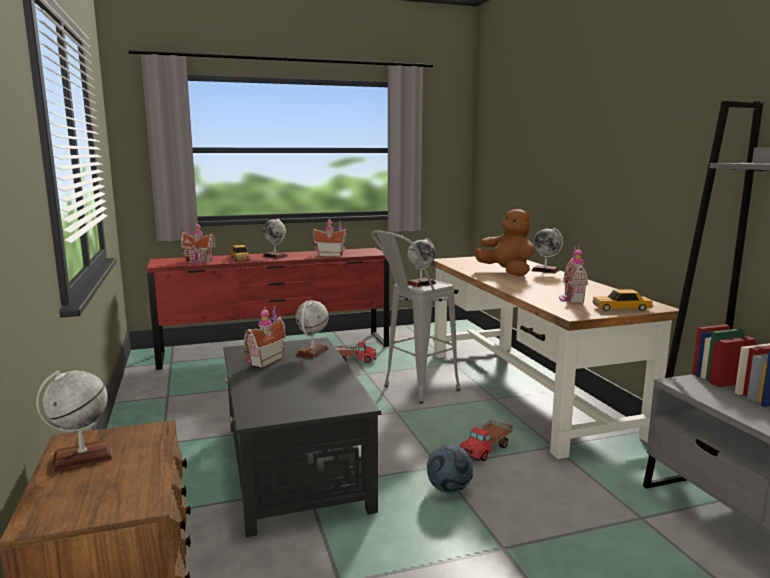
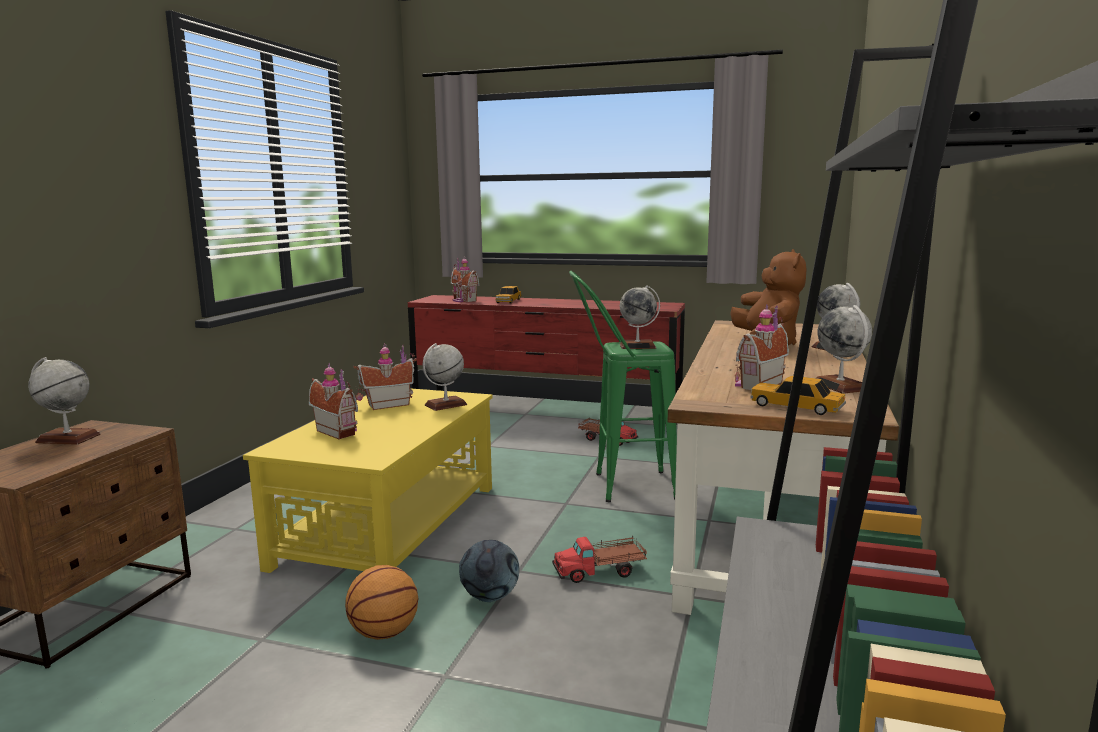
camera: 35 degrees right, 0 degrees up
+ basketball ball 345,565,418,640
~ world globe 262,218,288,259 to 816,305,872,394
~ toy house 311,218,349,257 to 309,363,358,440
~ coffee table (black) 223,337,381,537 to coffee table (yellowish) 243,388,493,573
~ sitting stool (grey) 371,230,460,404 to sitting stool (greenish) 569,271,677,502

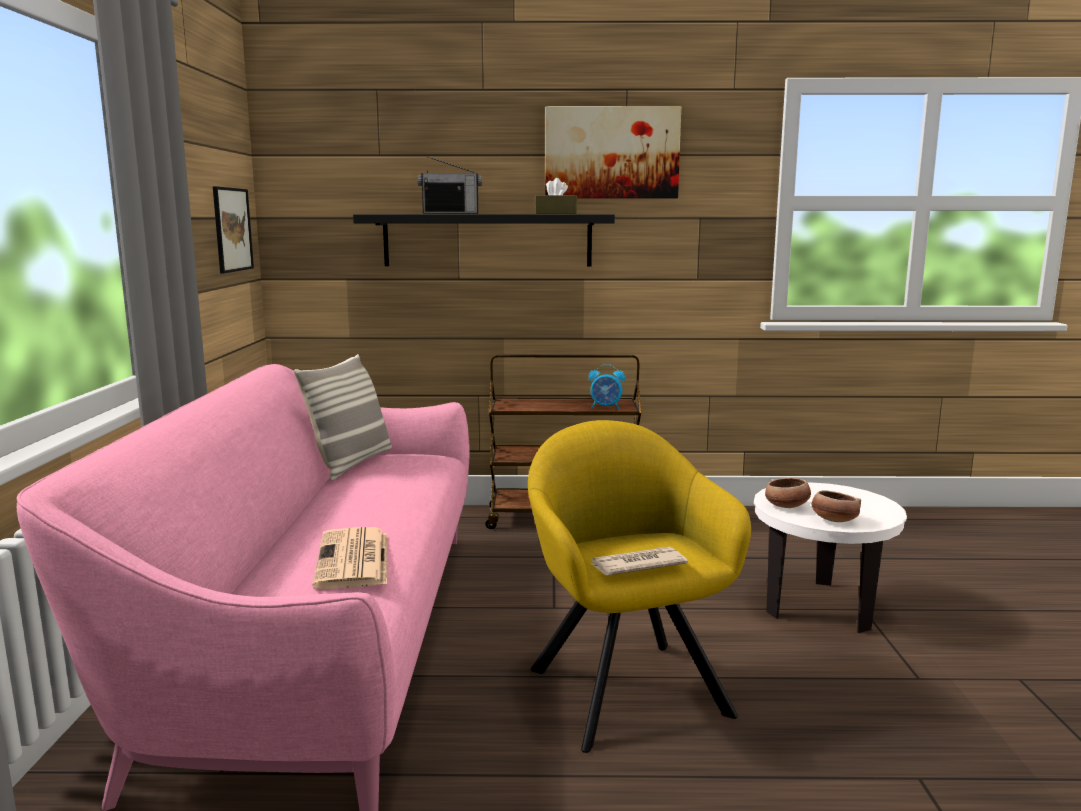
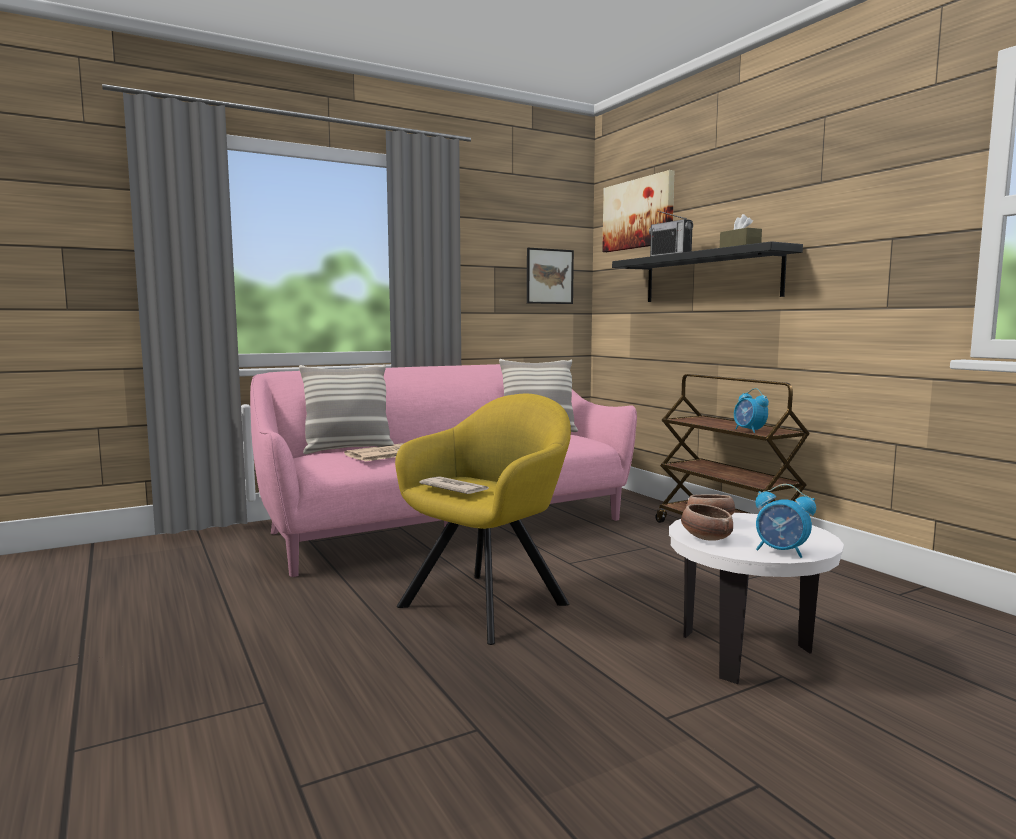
camera: 60 degrees right, 5 degrees down
+ pillow 299,365,394,454
+ alarm clock 755,484,816,558
~ picture 545,106,681,198 to 602,170,674,252

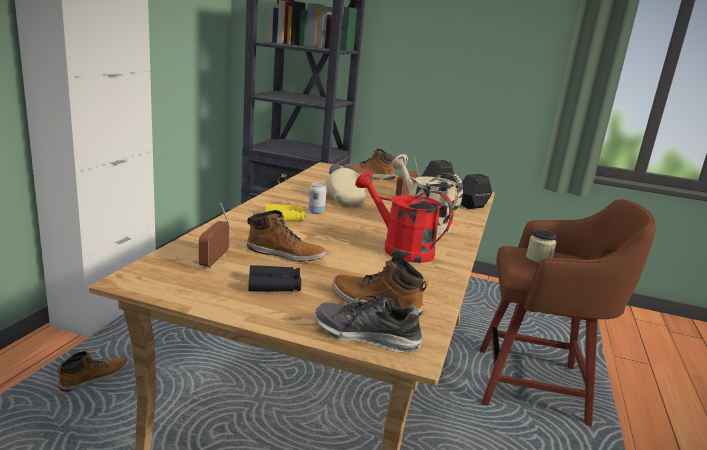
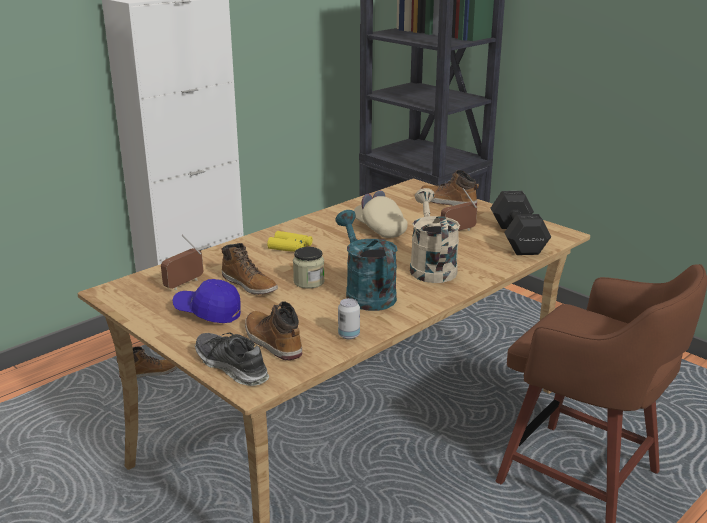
camera: 30 degrees right, 5 degrees up
~ sealed can 308,183,327,214 to 338,298,360,340
~ storage jar 526,230,557,263 to 293,247,325,289
~ field glasses (black) 249,265,301,292 to baseball cap (blue) 173,279,241,323
~ sprinkling can (red-coloured) 355,171,454,263 to sprinkling can (turquoise) 335,210,397,311
~ baseball cap (beige-coloured) 323,164,366,206 = 354,190,408,238 45 degrees counterclockwise

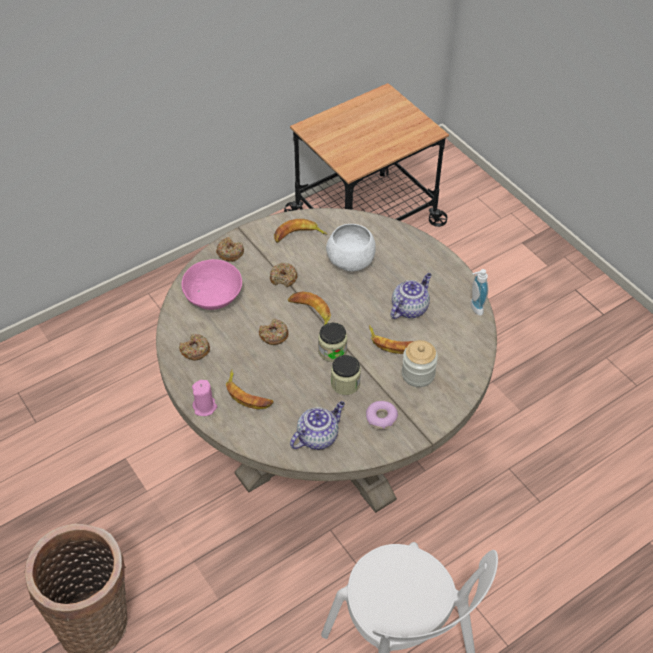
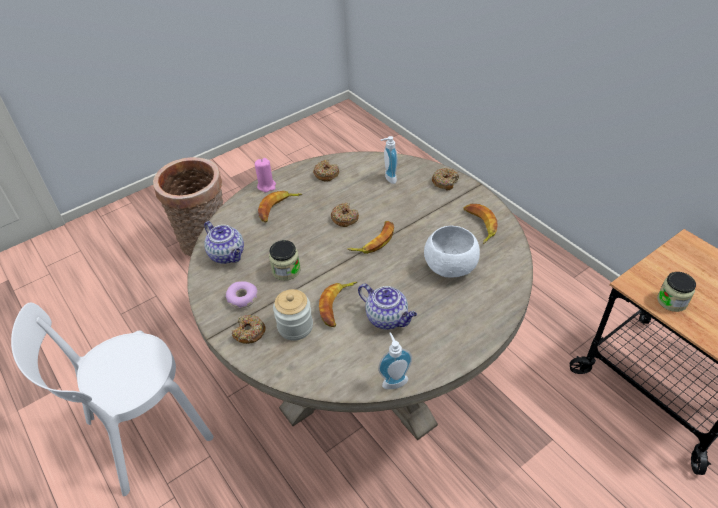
camera: 90 degrees right, 5 degrees down
~ ring doughnut 270,263,297,287 to 232,315,266,344
~ storage jar 318,323,347,362 to 657,272,696,312
~ deep dish (pink-coloured) 182,259,242,310 to soap bottle 381,136,398,184

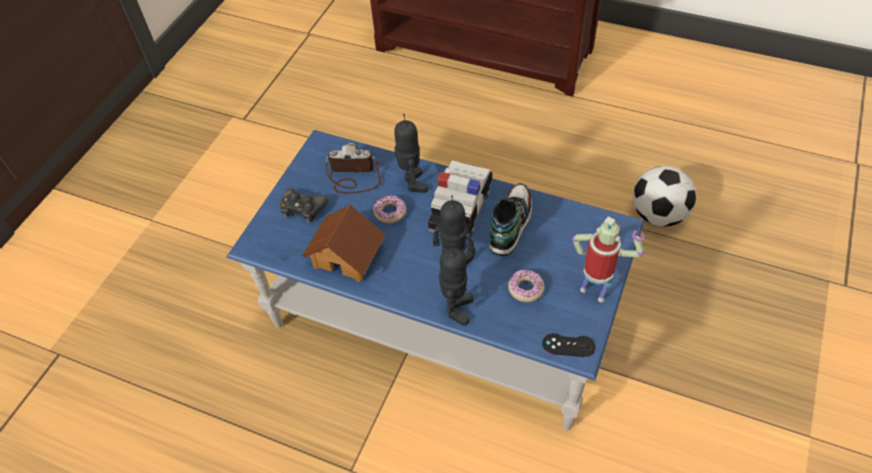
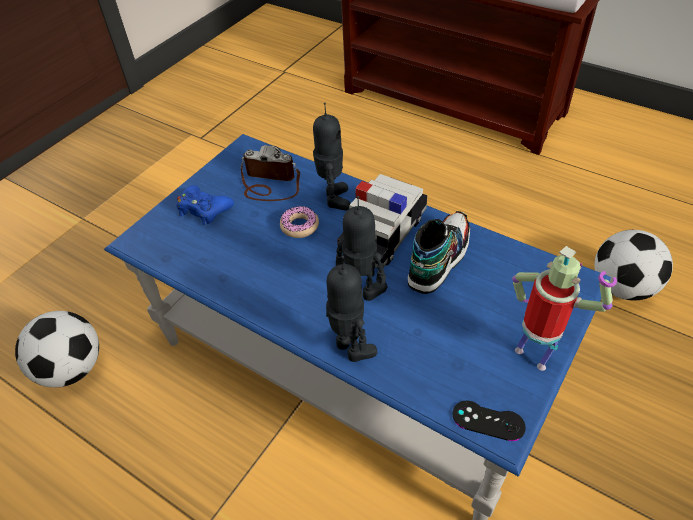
camera: 10 degrees right, 5 degrees down
- toy house 302,204,385,282
- ring doughnut 508,269,544,302
+ ball for football 15,311,99,388
~ game controller (black) 280,188,329,223 to game controller (blue) 176,185,234,225
~ toy robot 439,244,474,326 = 326,256,377,362 60 degrees counterclockwise

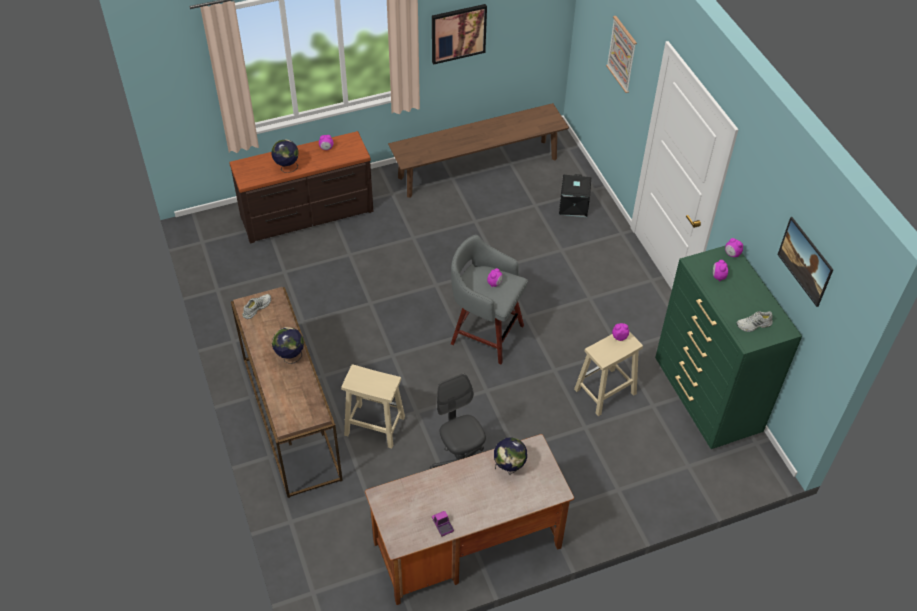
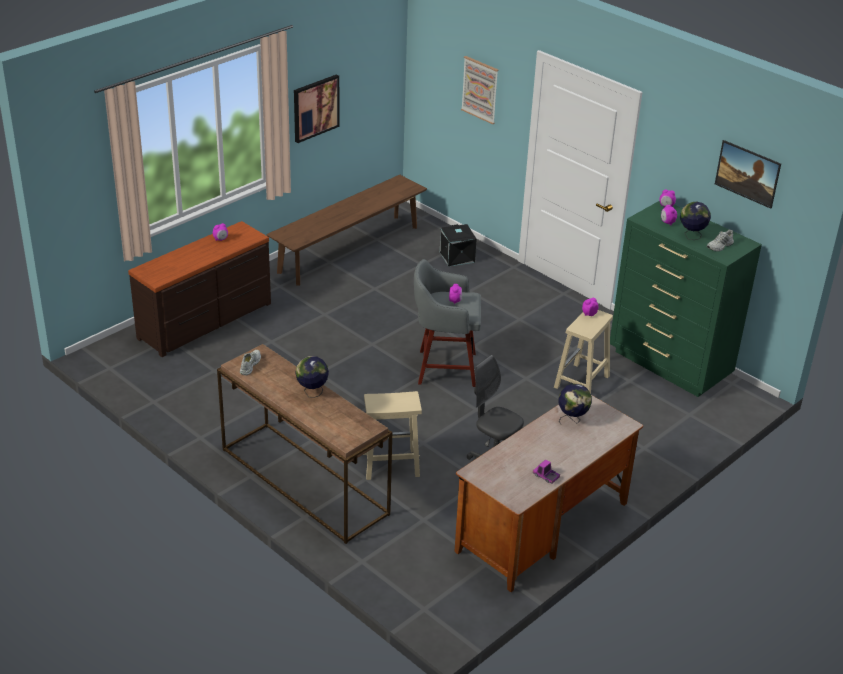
camera: 25 degrees left, 15 degrees down
~ world globe 271,139,299,173 to 680,202,711,240

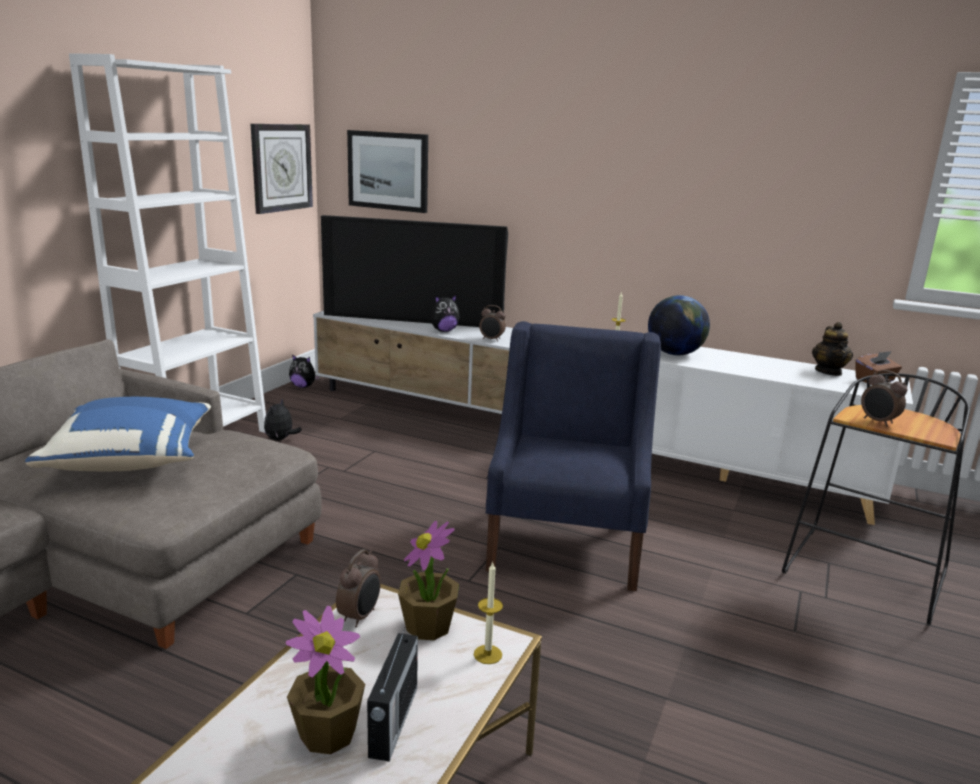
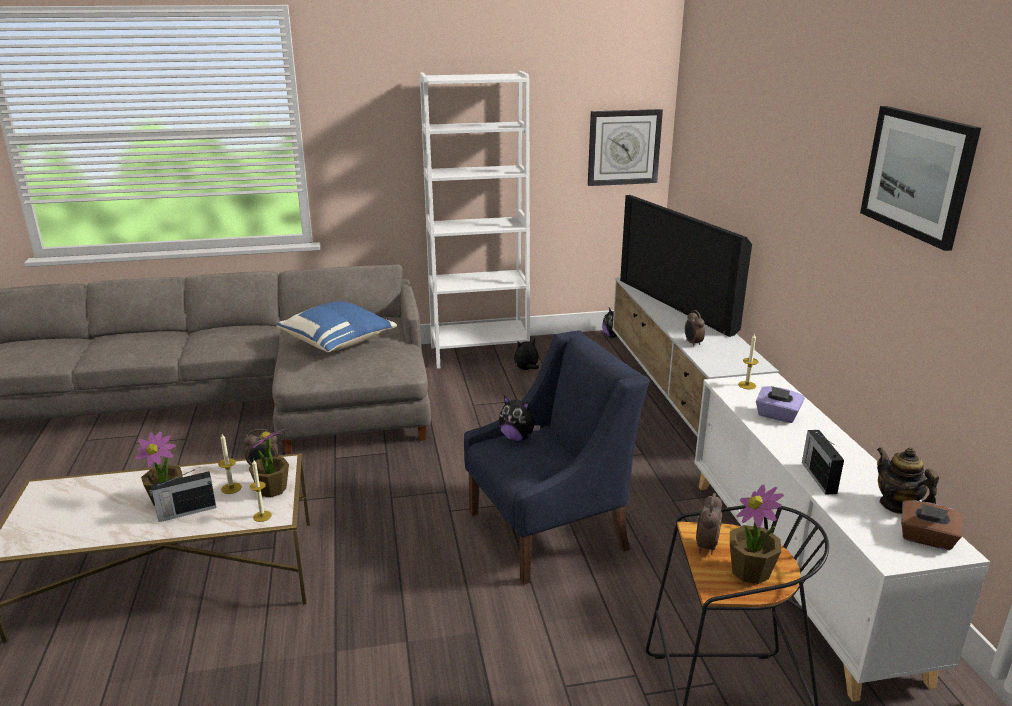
camera: 55 degrees right, 5 degrees up
+ wax candle 218,434,242,494
+ houseplant 730,485,784,584
+ radio set 802,430,844,495
~ picture 347,130,428,213 to 860,106,981,251
~ cuddly toy 431,295,460,332 to 499,395,541,441
~ world globe 648,295,710,355 to box of tissues (purplish) 756,386,805,423
~ tea pot 812,322,853,376 = 877,447,939,514 90 degrees clockwise

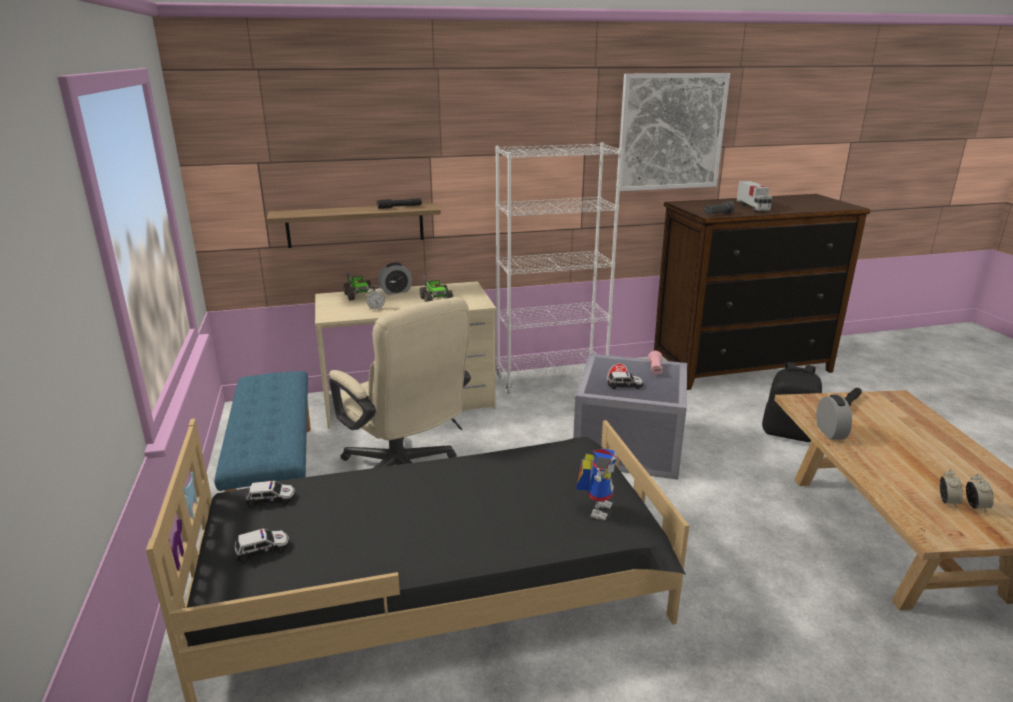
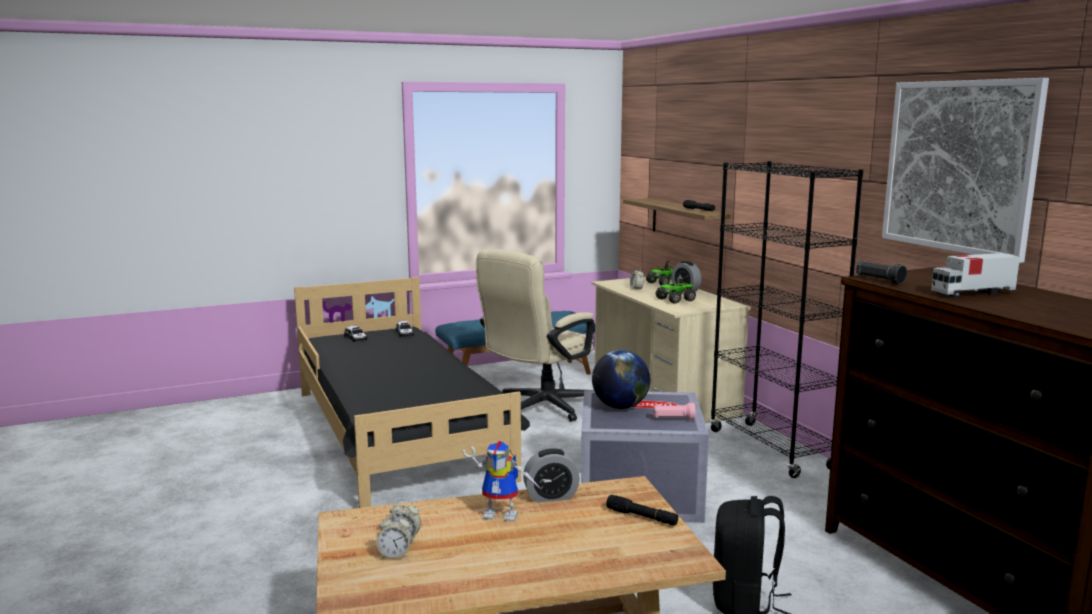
camera: 80 degrees right, 10 degrees down
~ toy robot 576,448,617,520 to 463,441,542,522
~ miniature car 608,371,643,389 to world globe 592,350,650,409
~ bookcase (white) 495,143,623,394 to bookcase (black) 710,161,863,478

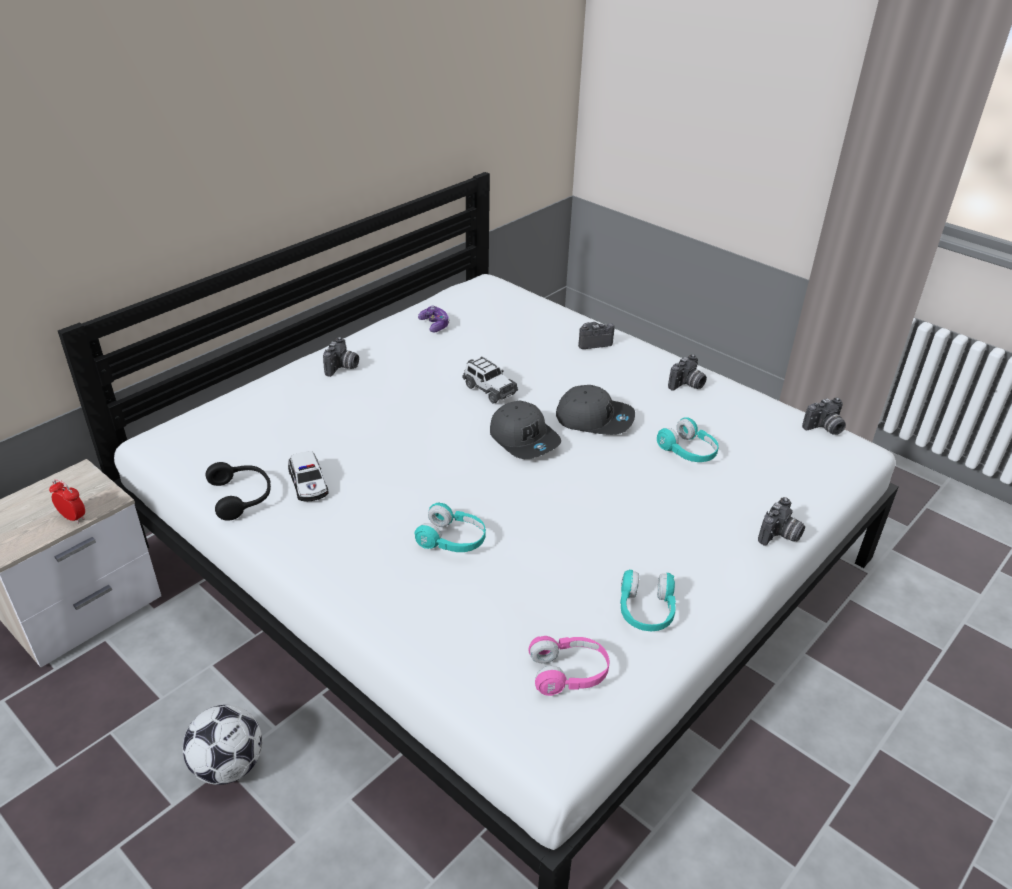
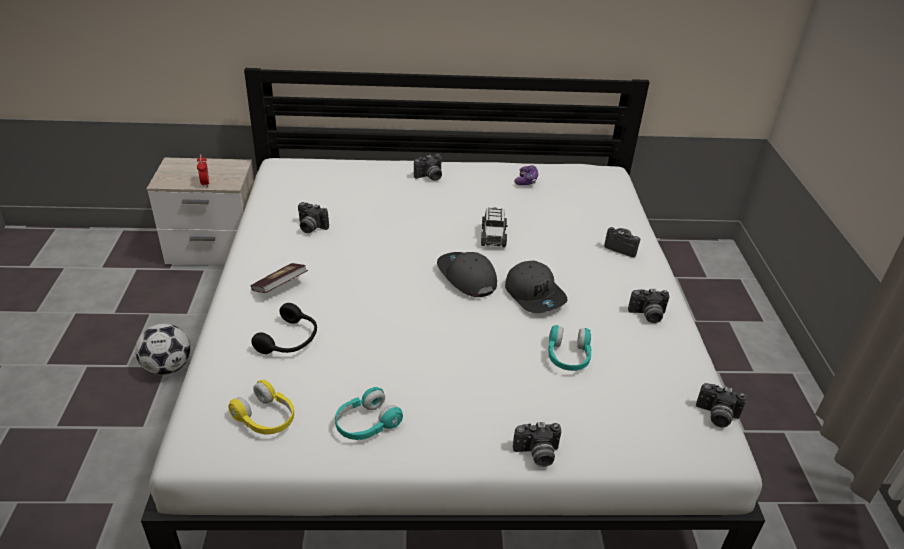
camera: 45 degrees right, 0 degrees up
- headset (turquoise) 415,503,486,552
+ volume 251,263,308,293
~ headset (black) 206,462,271,521 to 251,303,317,354
~ miniature car 288,451,329,501 to still camera 298,202,329,233
~ headset (pink-coloured) 528,636,610,696 to headset (yellowish) 228,380,294,434
~ baseball cap (grey) 490,401,561,459 = 437,252,497,297 135 degrees clockwise

